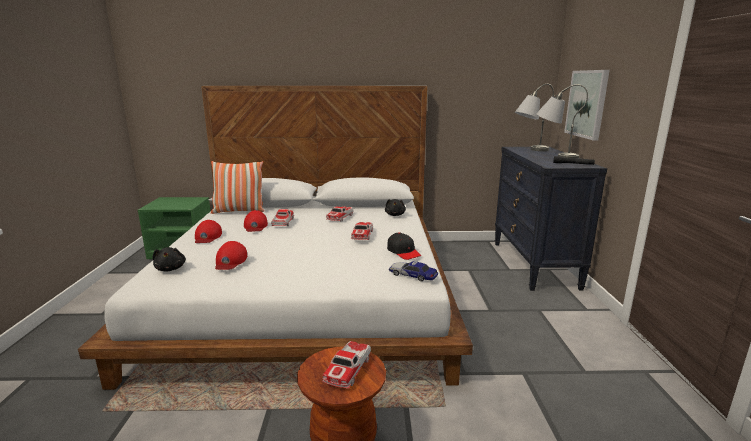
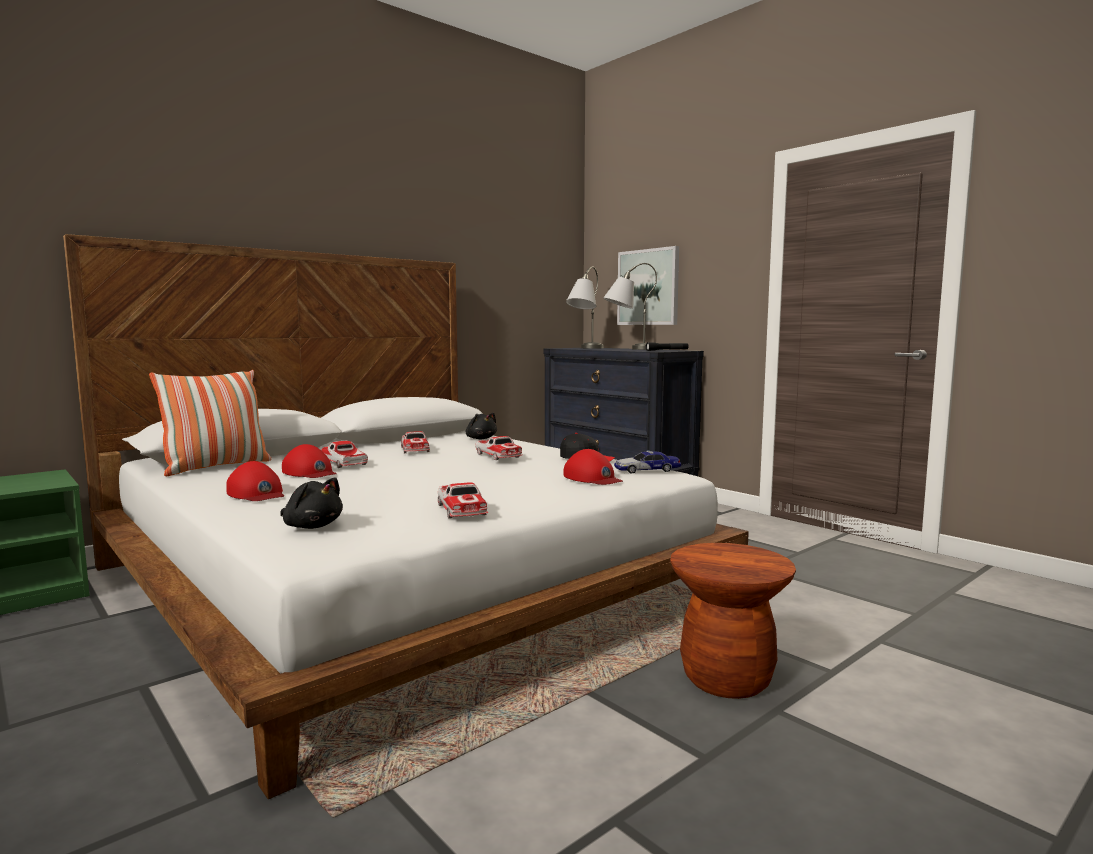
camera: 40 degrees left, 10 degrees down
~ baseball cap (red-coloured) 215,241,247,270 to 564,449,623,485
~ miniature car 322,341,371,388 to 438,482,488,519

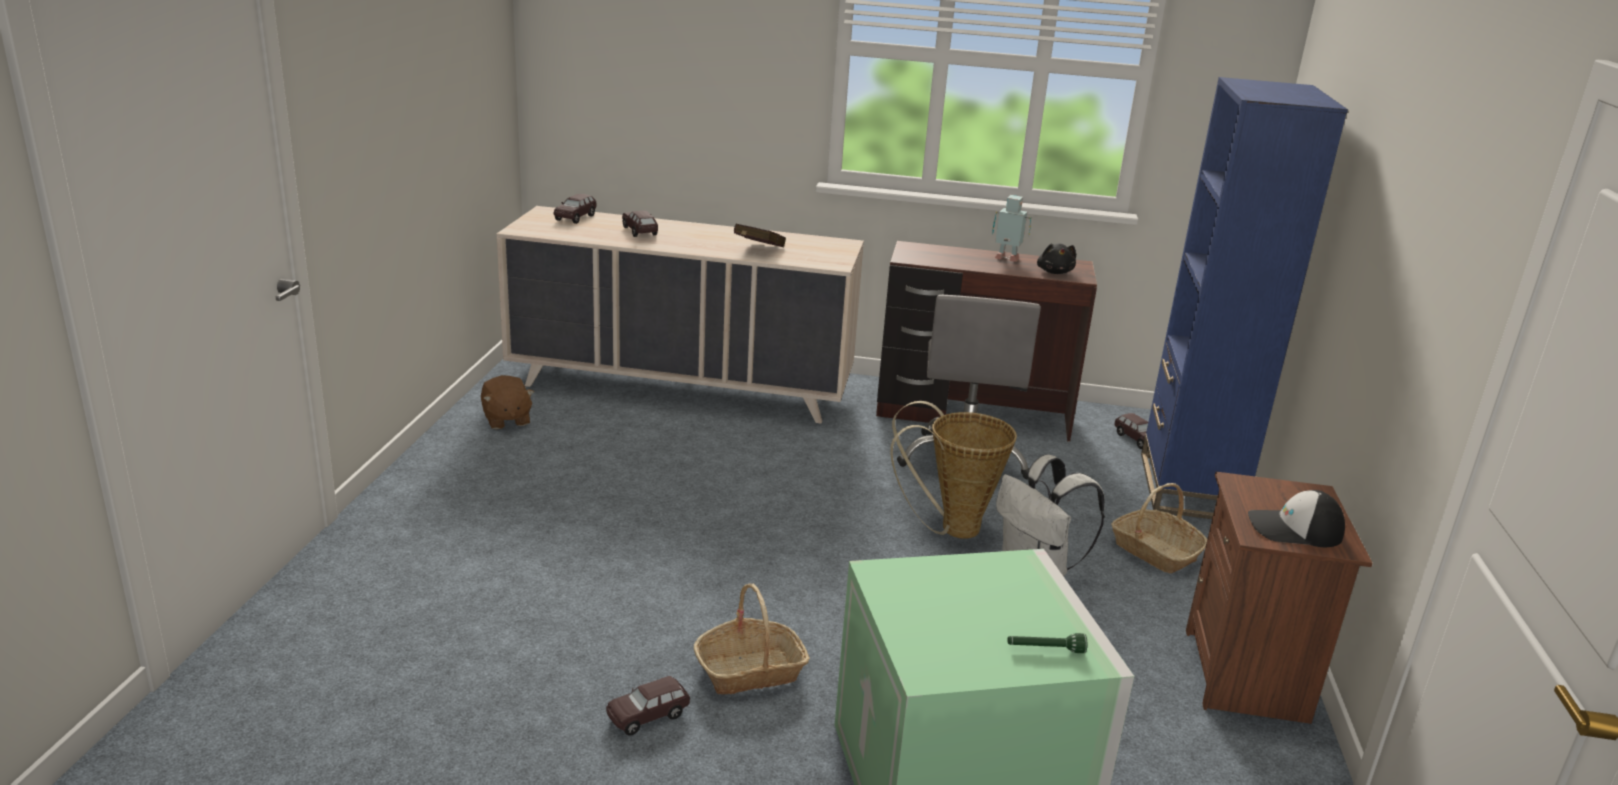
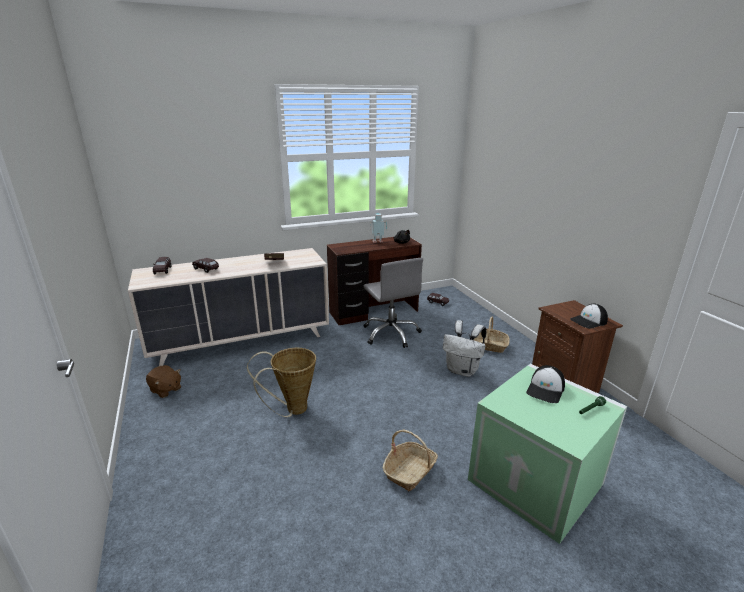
camera: 30 degrees left, 0 degrees up
- miniature car (brown) 606,676,690,736
- bookcase (blue) 1141,77,1348,519
+ baseball cap 526,365,565,403
~ storage basket 890,401,1017,539 to 247,348,316,417

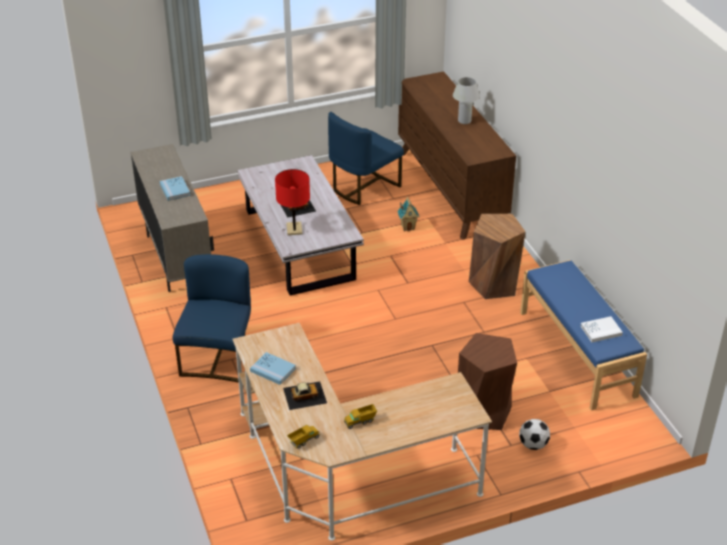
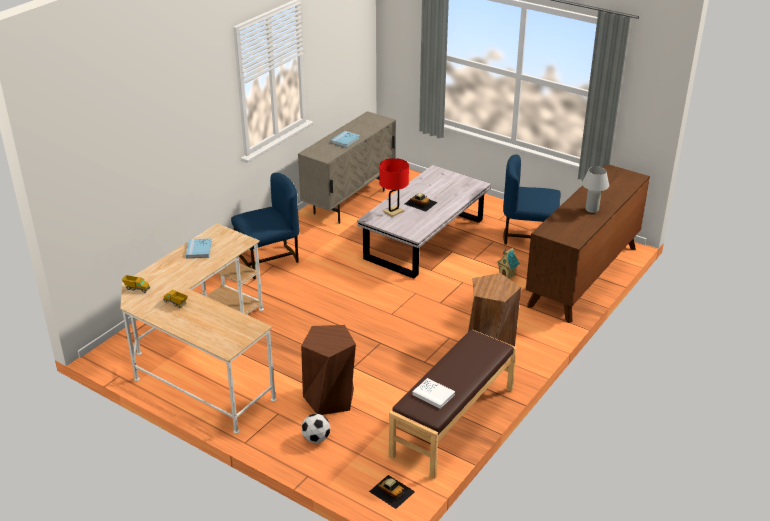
camera: 55 degrees right, 5 degrees down
~ miniature car 283,381,327,410 to 369,475,415,509
~ bench (blue) 520,260,647,411 to bench (brown) 389,329,517,479

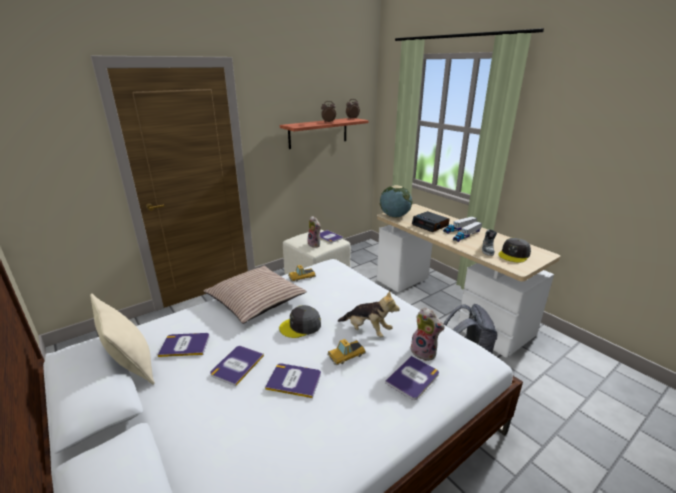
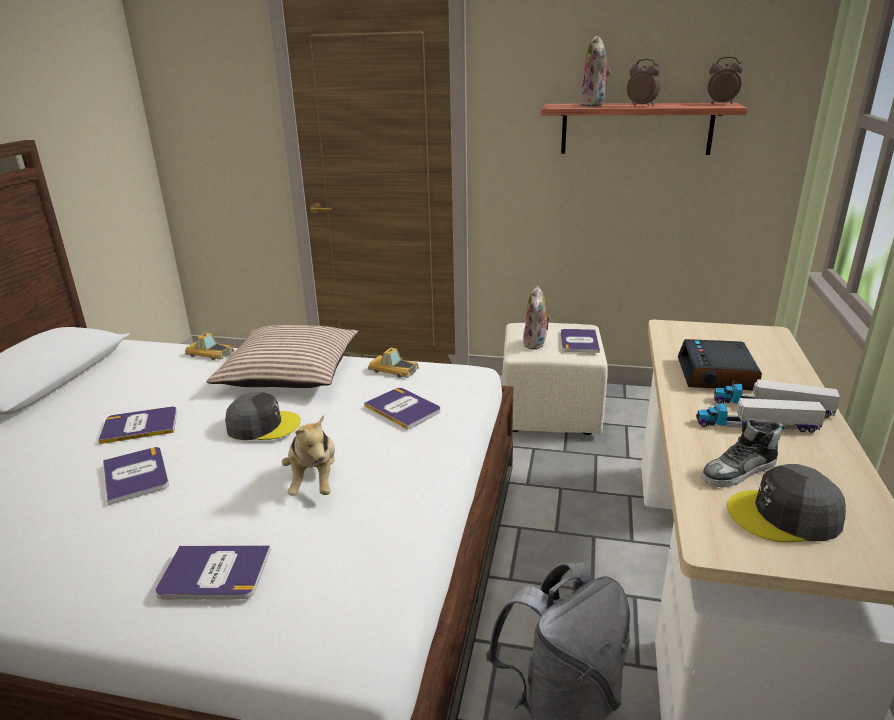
camera: 50 degrees right, 0 degrees up
- pillow (beige-coloured) 90,293,155,385
- world globe 380,185,412,217
~ volume 158,333,210,357 to 364,388,440,430
~ miniature car 327,339,366,365 to 185,333,234,360
~ cuddly toy 410,307,445,361 to 580,35,611,107
~ baseball cap (grey) 279,305,321,338 = 225,392,301,440 150 degrees clockwise

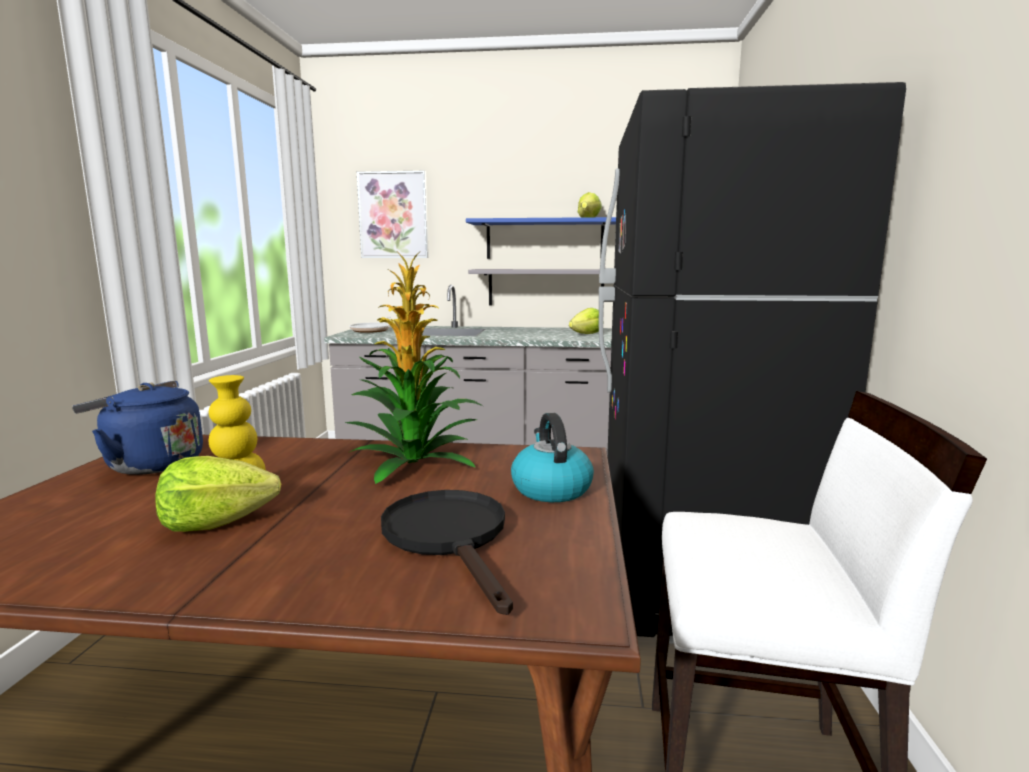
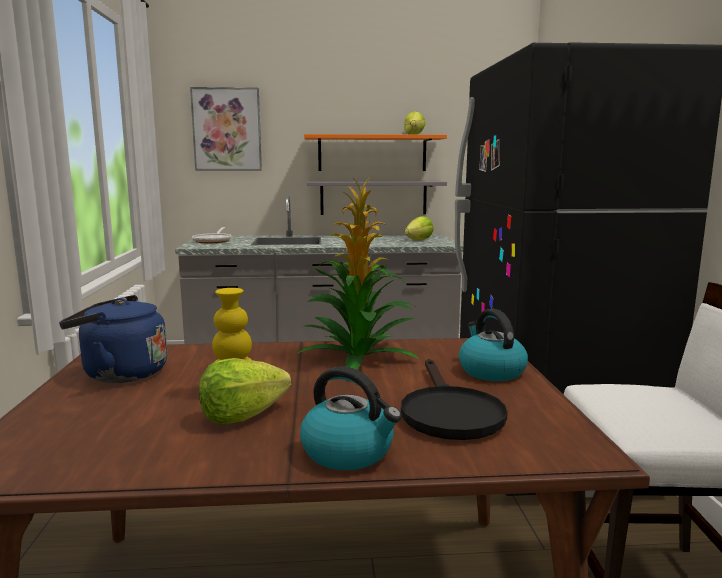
camera: 10 degrees left, 0 degrees up
+ water kettle 300,366,402,470
~ shelf (blue) 466,217,616,259 to shelf (orange) 304,134,447,171
~ frying pan (black) 381,490,513,615 = 401,359,508,440 150 degrees counterclockwise

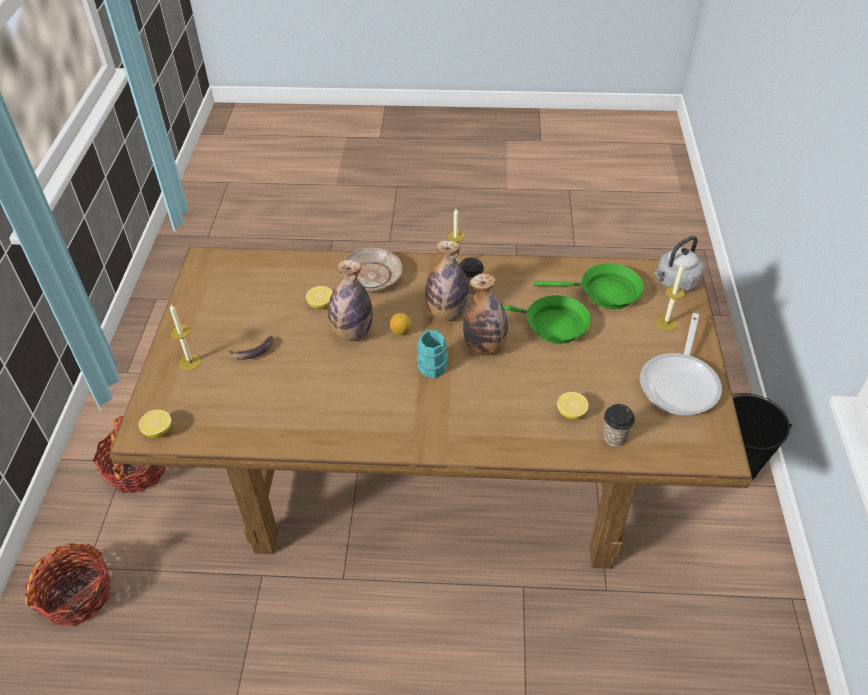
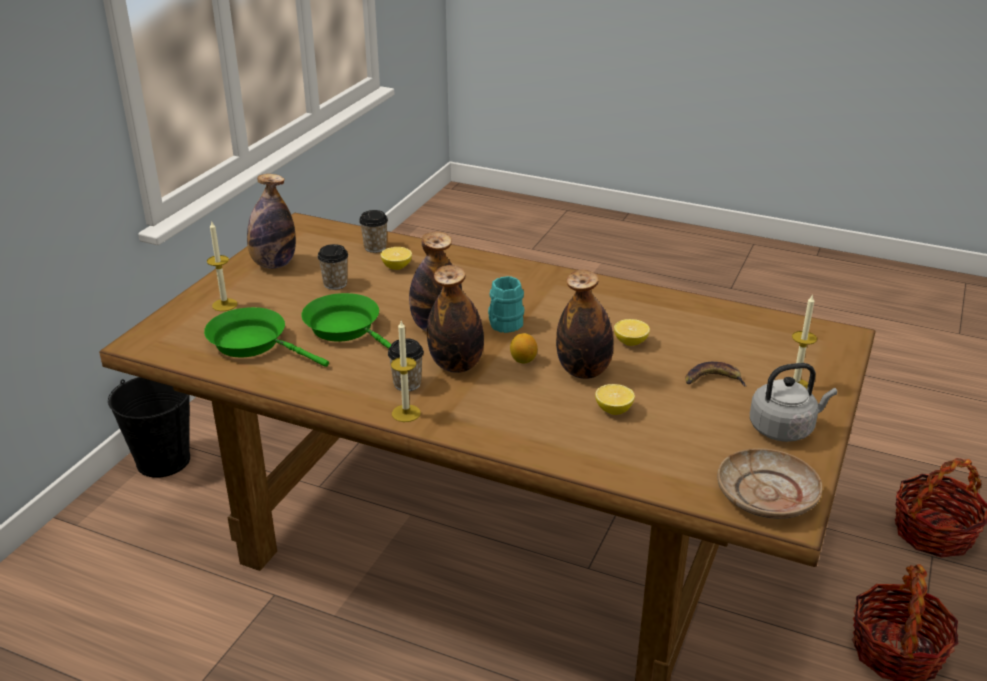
camera: 160 degrees left, 15 degrees down
+ cup 317,244,348,290
~ lemon 139,410,172,438 to 614,319,650,346
~ plate (beige-coloured) 341,248,403,292 to 717,448,822,519
~ water kettle (grey) 654,236,704,292 to 750,363,837,442
~ frying pan 640,313,722,415 to drink bottle 247,174,296,269

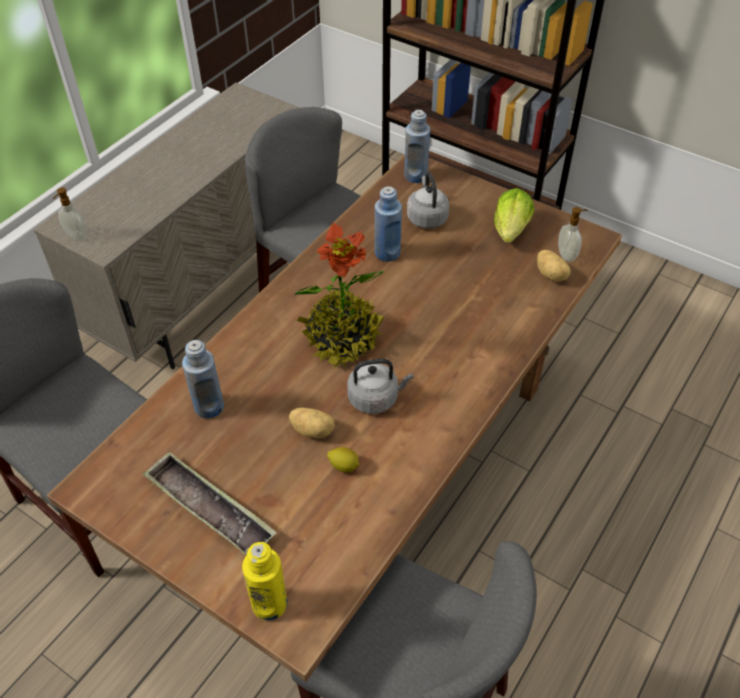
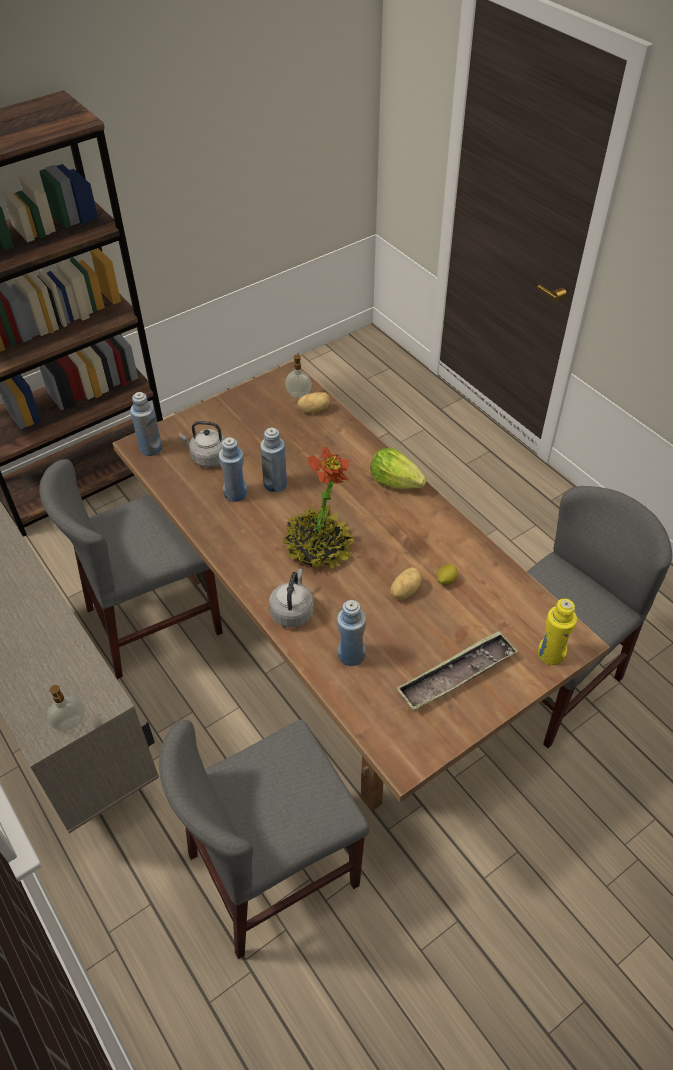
camera: 70 degrees left, 0 degrees up
+ drink bottle (blue) 260,428,287,492
~ water kettle (grey) 347,359,414,414 to 269,569,314,627
~ lettuce head 494,188,534,243 to 370,448,427,489

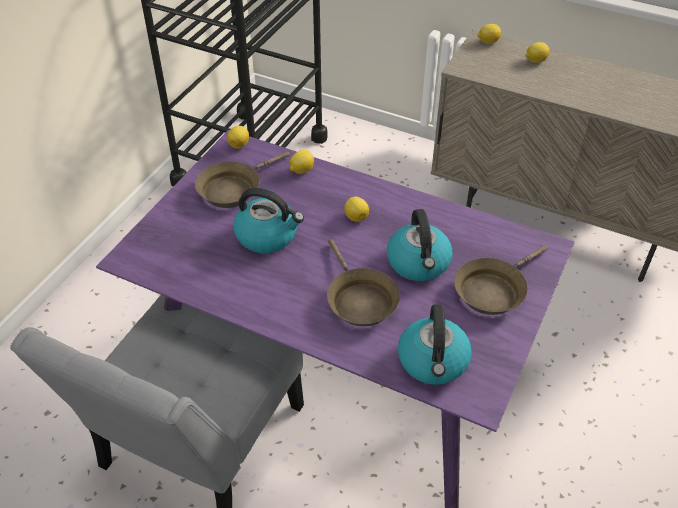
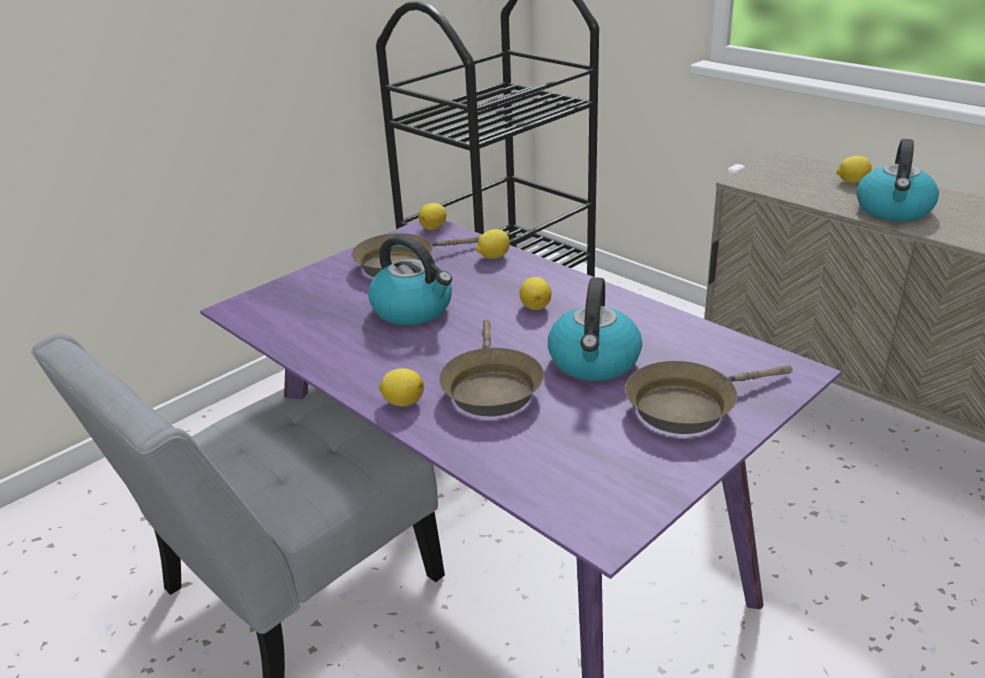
camera: 20 degrees right, 15 degrees down
~ water kettle 398,305,472,385 to 856,139,939,222
~ lemon 477,24,501,44 to 379,368,424,407

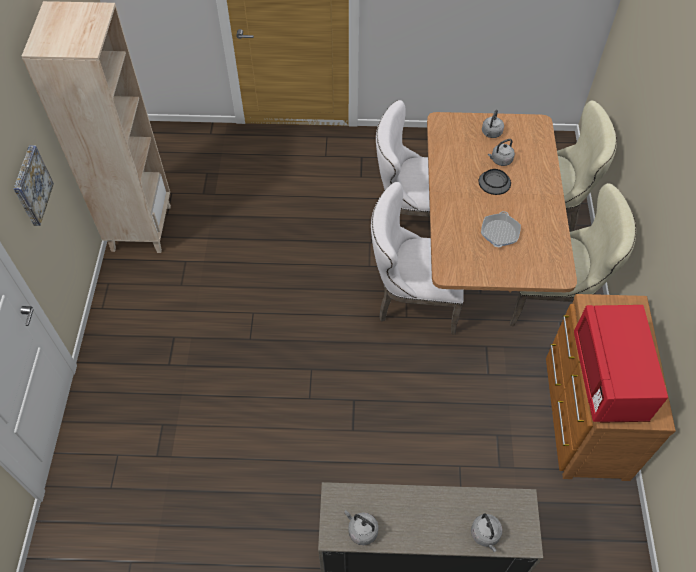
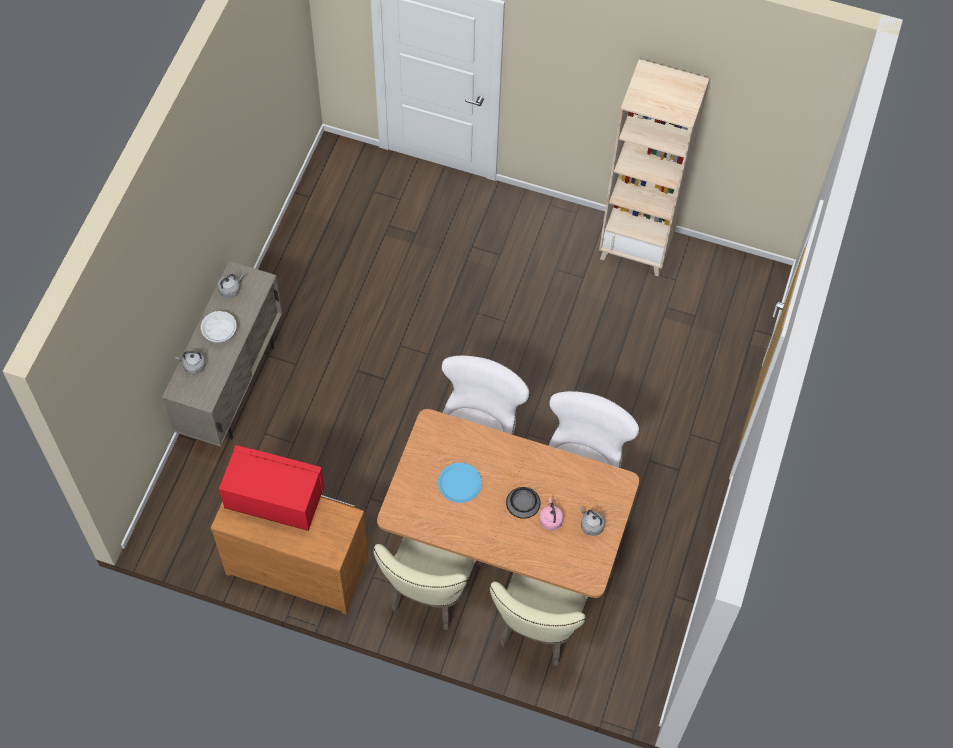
camera: 105 degrees right, 5 degrees up
- picture 14,145,54,226
+ deep dish (white) 201,311,237,343
~ frying pan 481,211,521,247 to plate (blue) 438,463,482,503
~ water kettle (grey) 488,139,515,166 to water kettle (pink-coloured) 539,497,563,530

